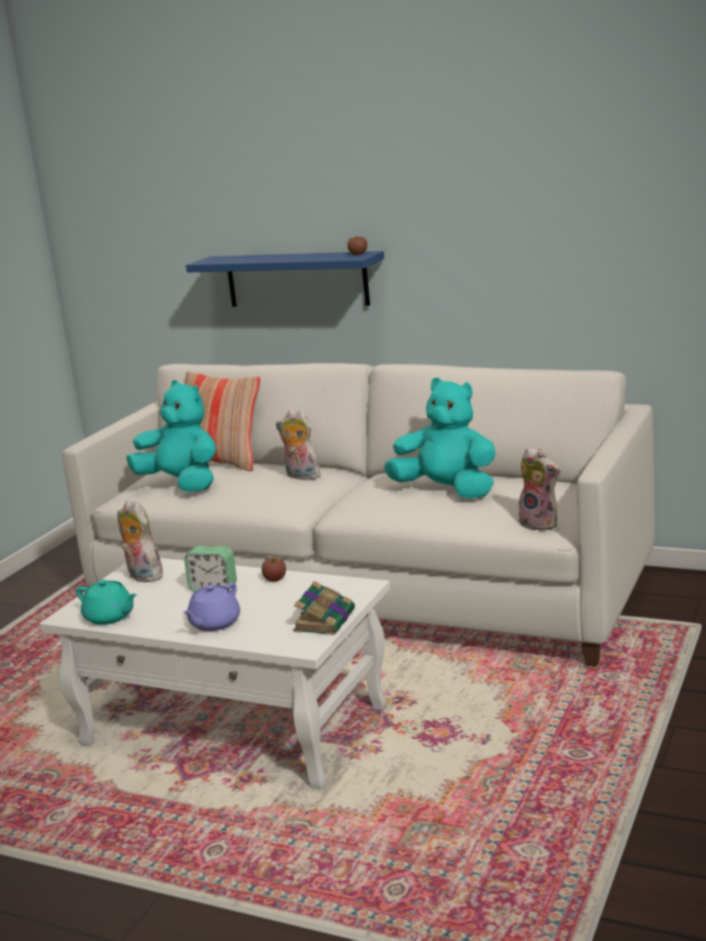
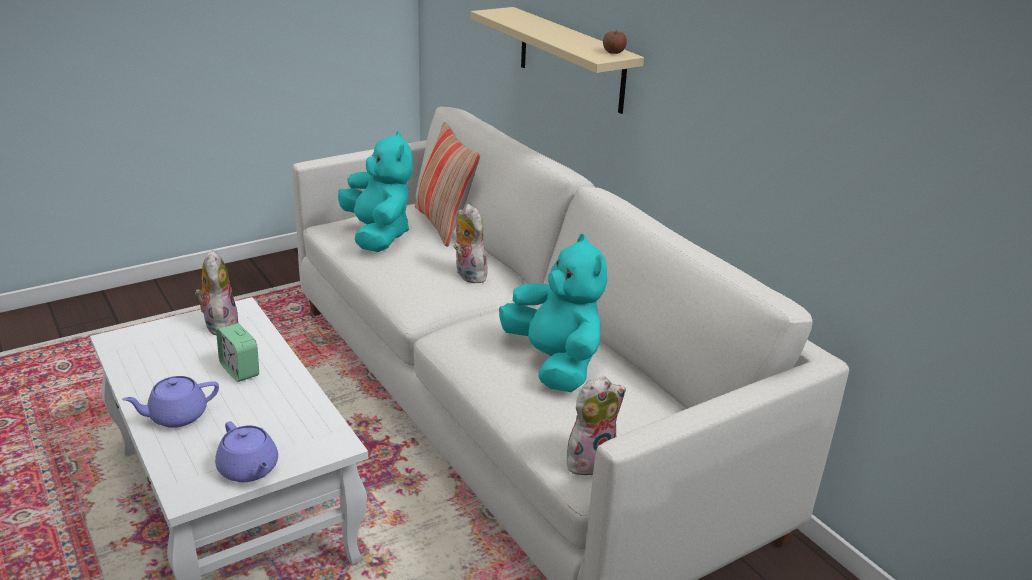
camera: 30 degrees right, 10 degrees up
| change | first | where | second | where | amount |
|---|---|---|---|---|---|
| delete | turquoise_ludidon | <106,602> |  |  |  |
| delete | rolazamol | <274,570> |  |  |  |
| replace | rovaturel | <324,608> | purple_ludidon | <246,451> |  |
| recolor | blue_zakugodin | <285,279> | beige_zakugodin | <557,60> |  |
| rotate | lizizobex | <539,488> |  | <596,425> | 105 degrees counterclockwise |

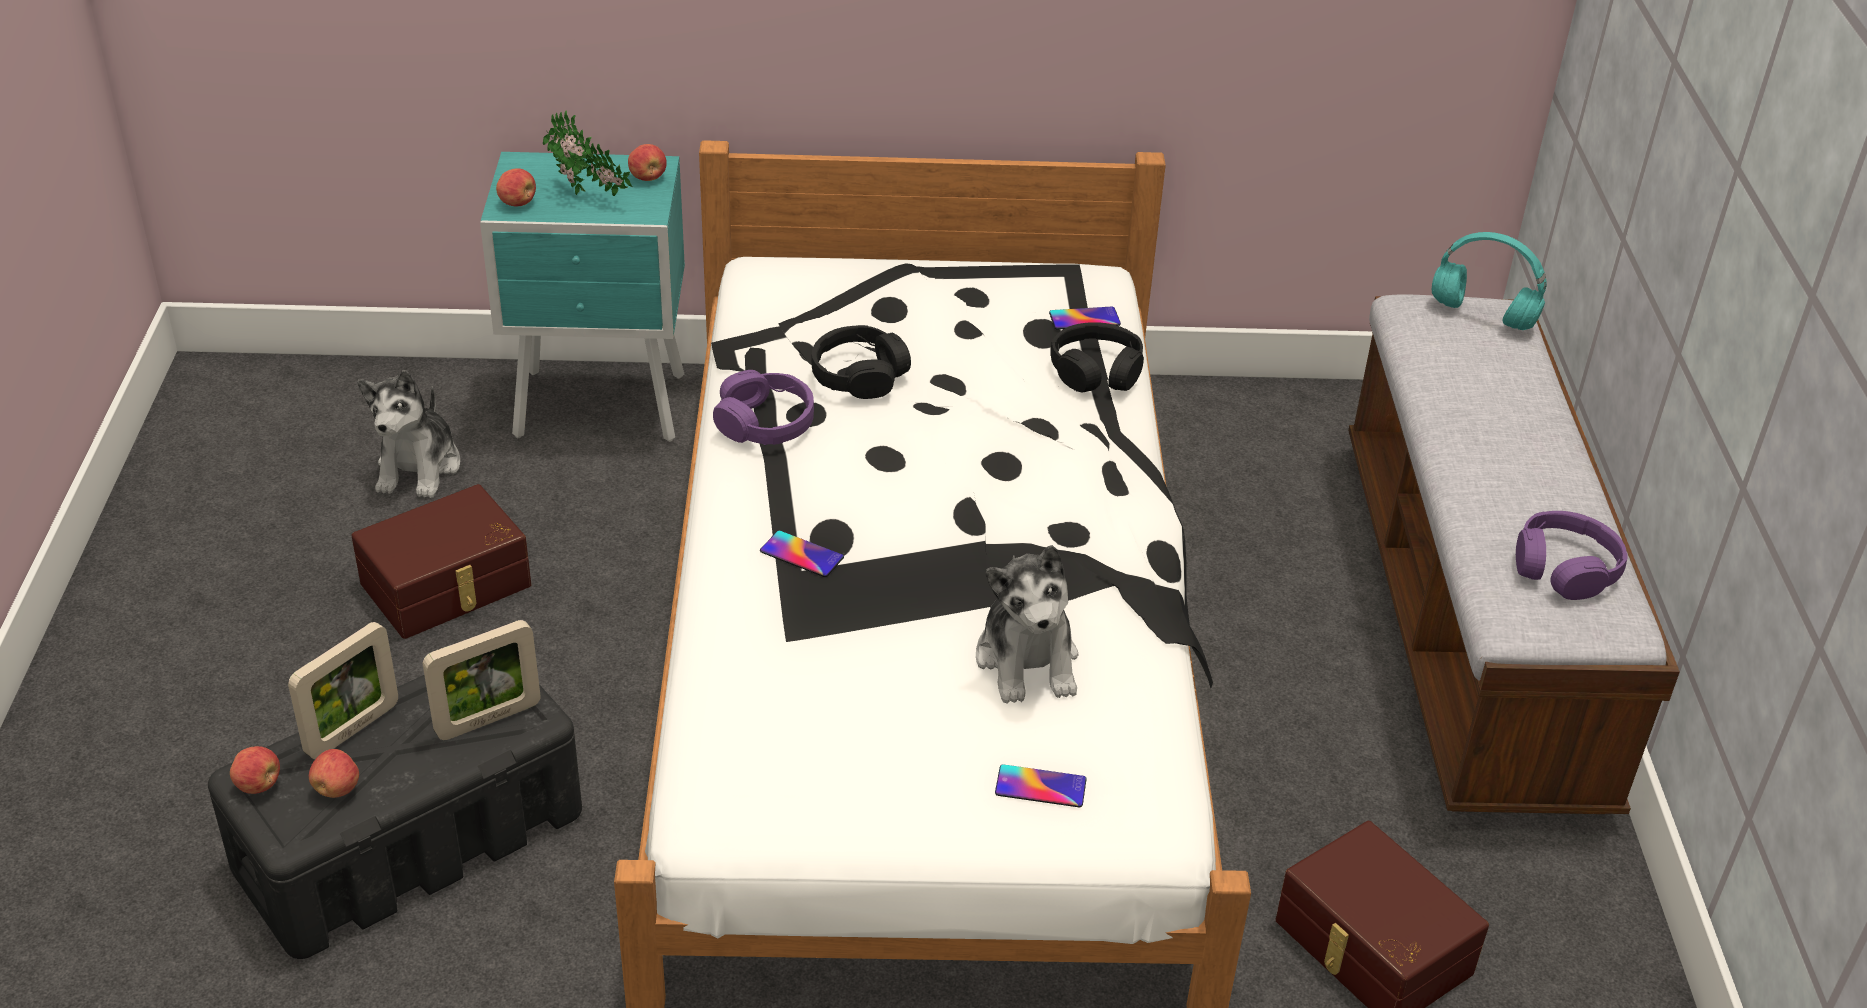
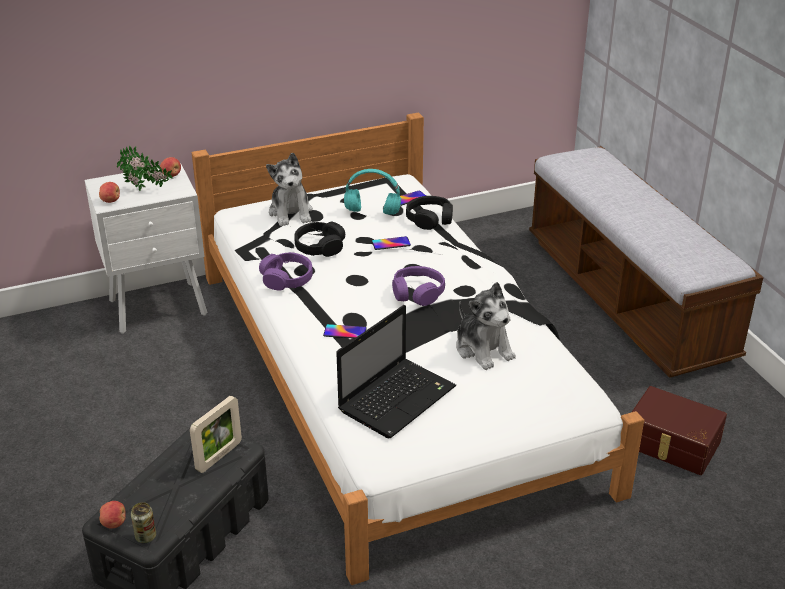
camera: 20 degrees left, 5 degrees down
| change | first | where | second | where | amount |
|---|---|---|---|---|---|
| delete | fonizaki | <343,690> |  |  |  |
| delete | rolazamol | <334,773> |  |  |  |
| delete | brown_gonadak | <441,561> |  |  |  |
| insert |  |  | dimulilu | <143,522> |  |
| insert |  |  | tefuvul | <396,371> |  |
| move | lizizobex | <409,434> |  | <289,189> |  |
| move | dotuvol | <1041,785> |  | <391,243> |  |
| move | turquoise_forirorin | <1489,281> |  | <372,192> |  |
| move | purple_forirorin | <1572,555> |  | <418,286> |  |
| recolor | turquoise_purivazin | <582,297> | white_purivazin | <146,248> |  |

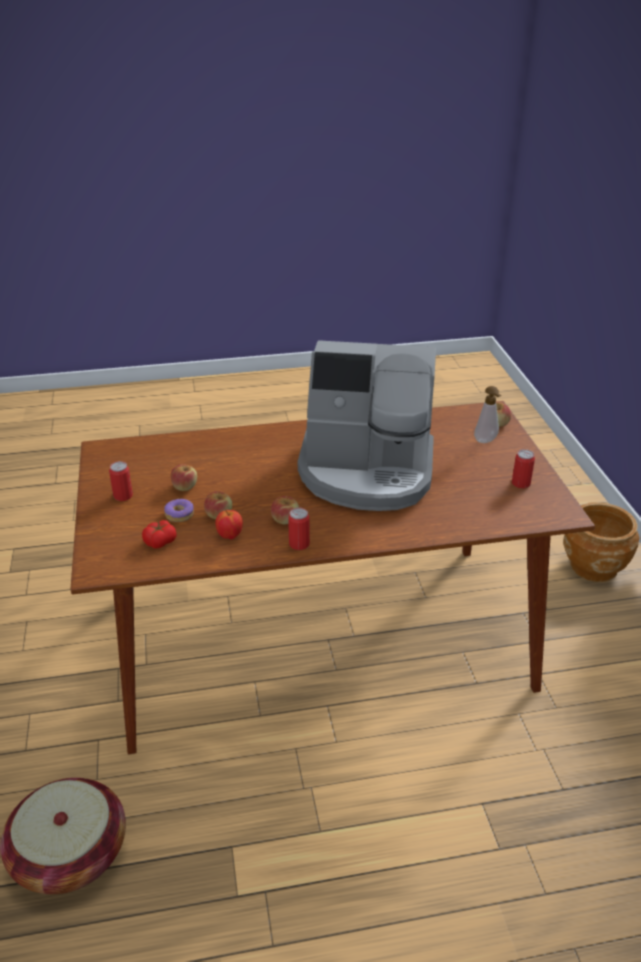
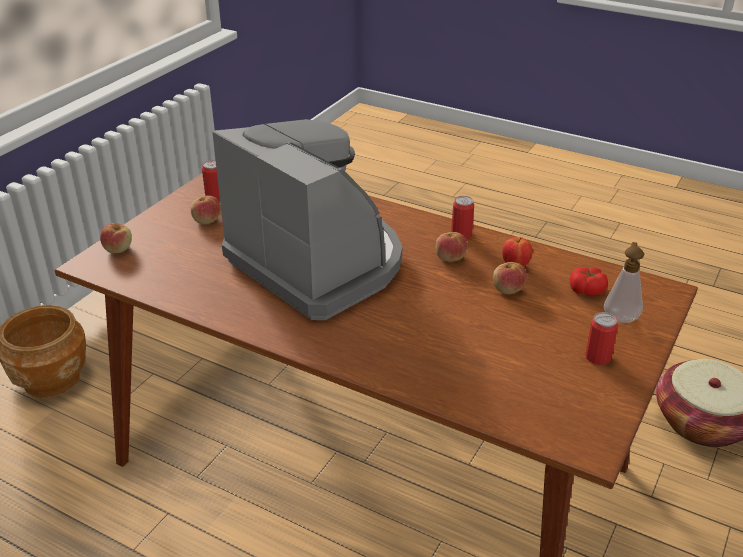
camera: 140 degrees left, 0 degrees up
| change | first | where | second | where | amount |
|---|---|---|---|---|---|
| delete | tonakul | <179,510> |  |  |  |
| move | rolazamol | <184,477> |  | <205,210> |  |
| move | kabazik | <487,414> |  | <624,282> |  |

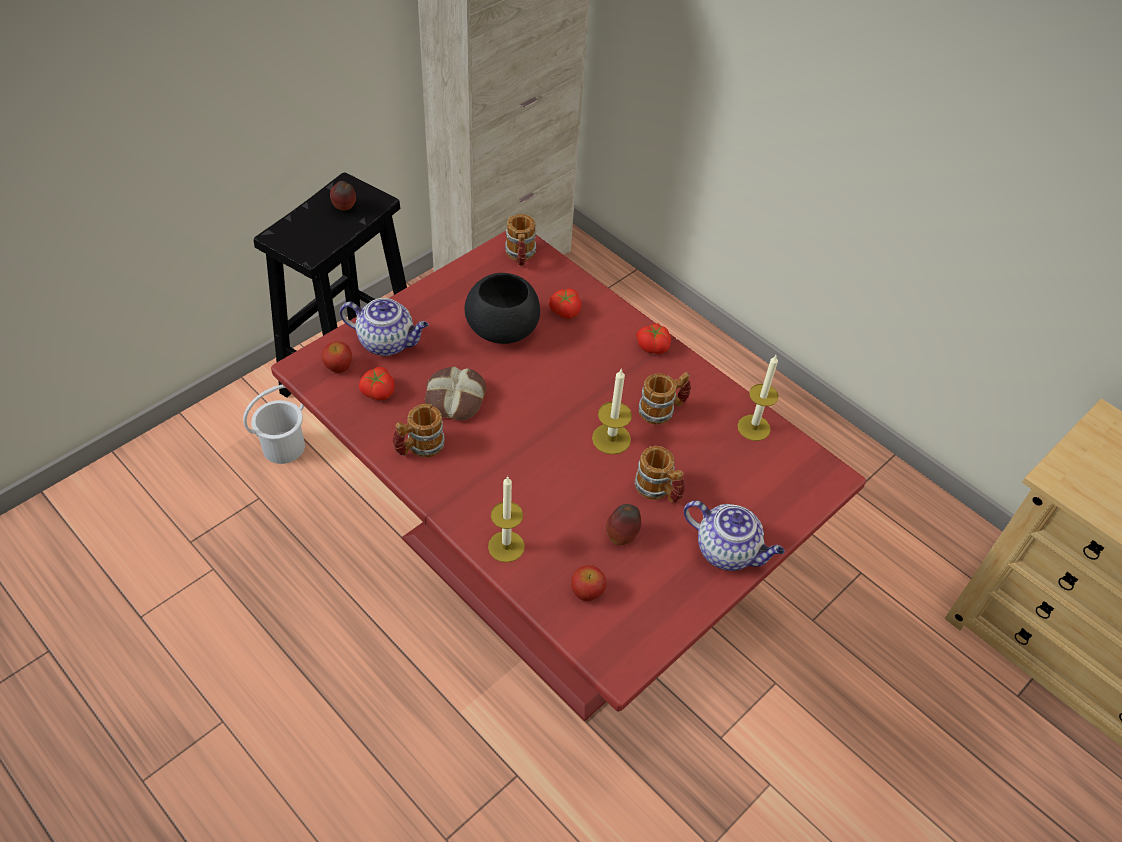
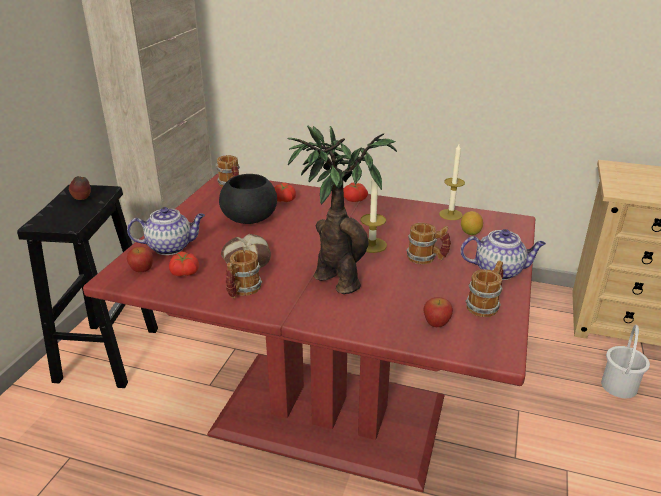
camera: 25 degrees left, 20 degrees down
| change | first | where | second | where | amount |
|---|---|---|---|---|---|
| delete | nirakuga | <506,519> |  |  |  |
| delete | rolazamol | <623,524> |  |  |  |
| insert |  |  | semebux | <342,210> |  |
| insert |  |  | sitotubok | <472,223> |  |
| move | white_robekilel | <274,424> |  | <625,361> |  |
| move | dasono | <665,398> |  | <484,288> |  |

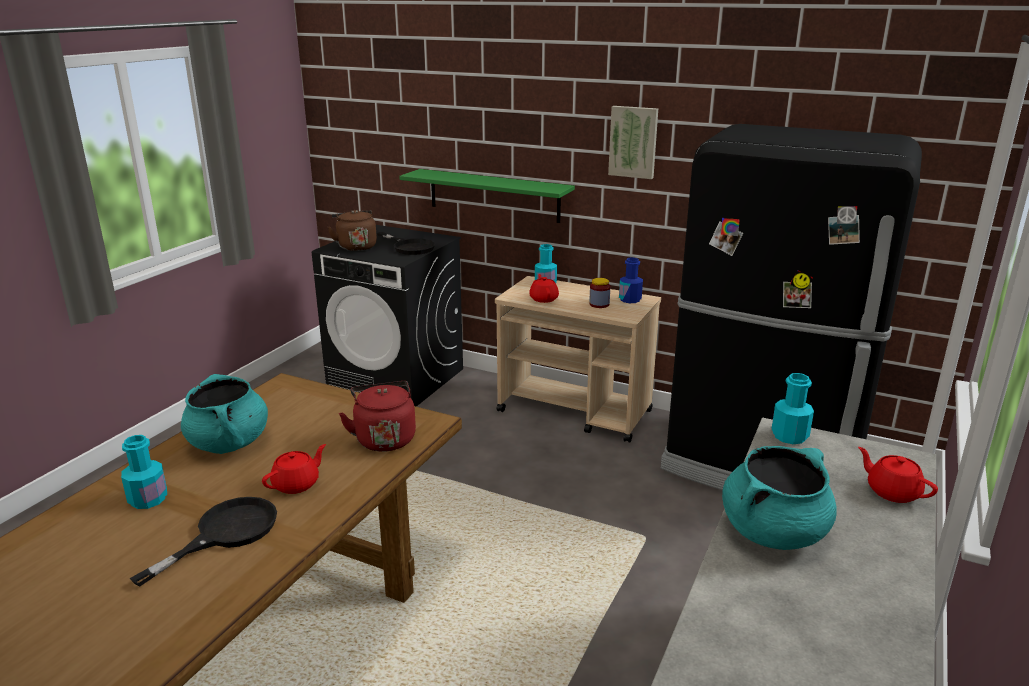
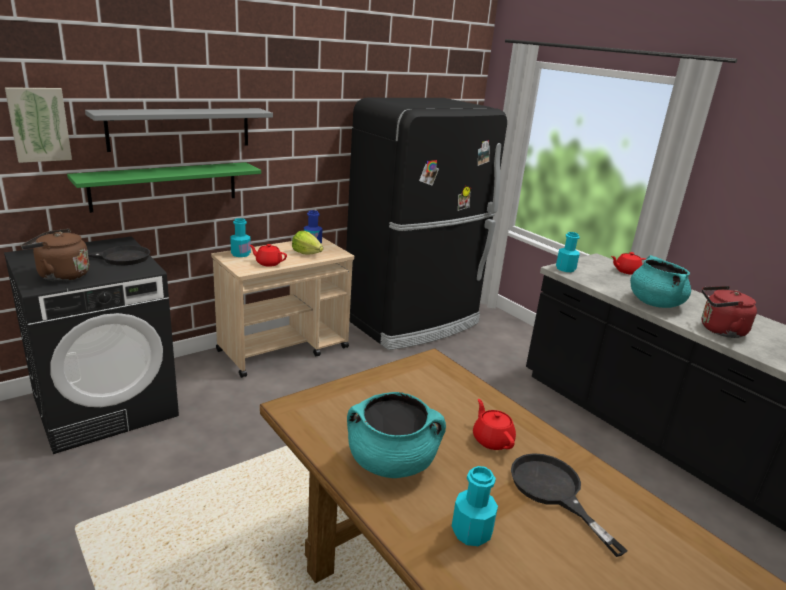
camera: 65 degrees left, 0 degrees up
| change | first | where | second | where | amount |
|---|---|---|---|---|---|
| insert |  |  | grey_zakugodin | <179,130> |  |
| move | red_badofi | <377,416> |  | <729,312> |  |
| move | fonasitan | <633,142> |  | <38,125> |  |
| replace | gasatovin | <599,293> | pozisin | <307,243> |  |

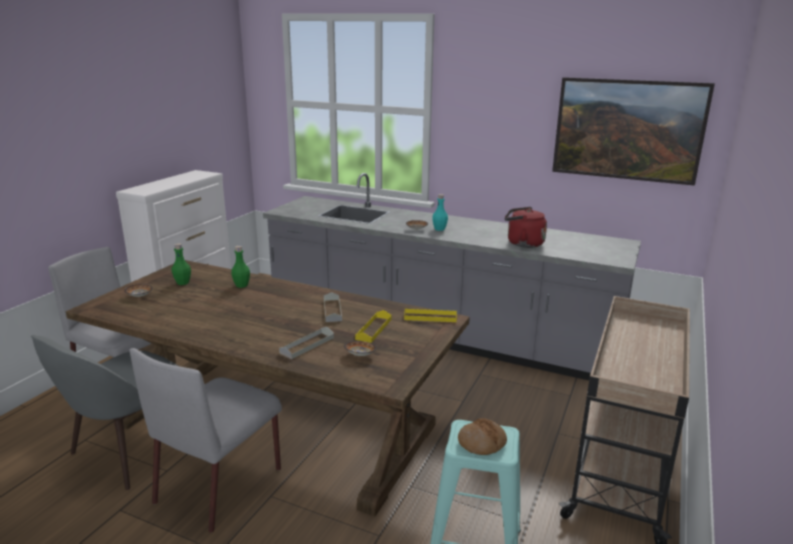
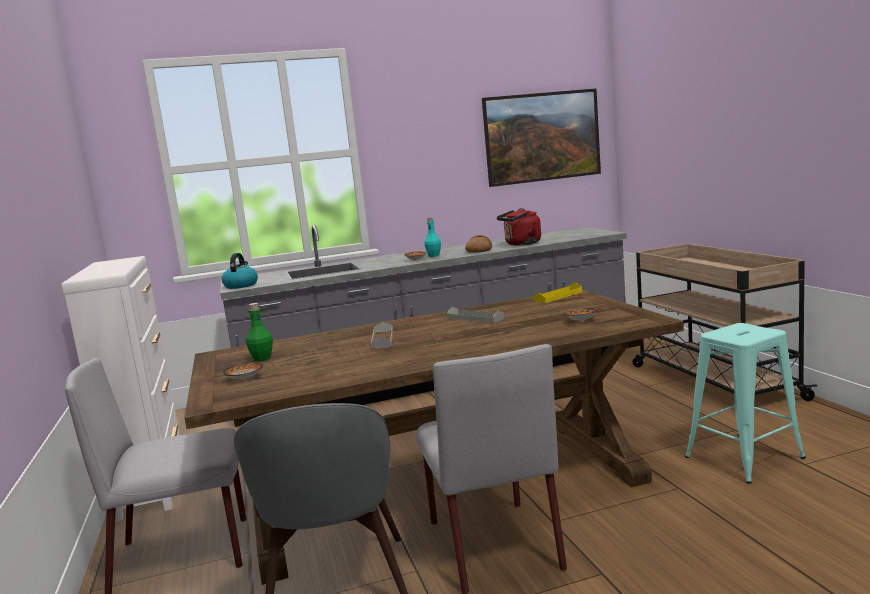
camera: 40 degrees left, 10 degrees down
| change | first | where | second | where | amount |
|---|---|---|---|---|---|
| delete | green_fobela | <240,267> |  |  |  |
| delete | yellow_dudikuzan | <373,326> |  |  |  |
| insert |  |  | badofi | <240,271> |  |
| move | grey_dudikuzan | <306,343> |  | <382,335> |  |
| move | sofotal | <482,436> |  | <478,244> |  |

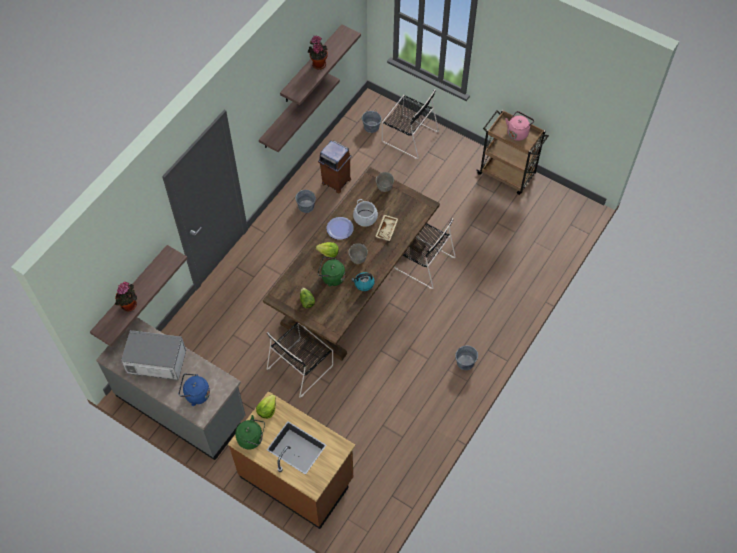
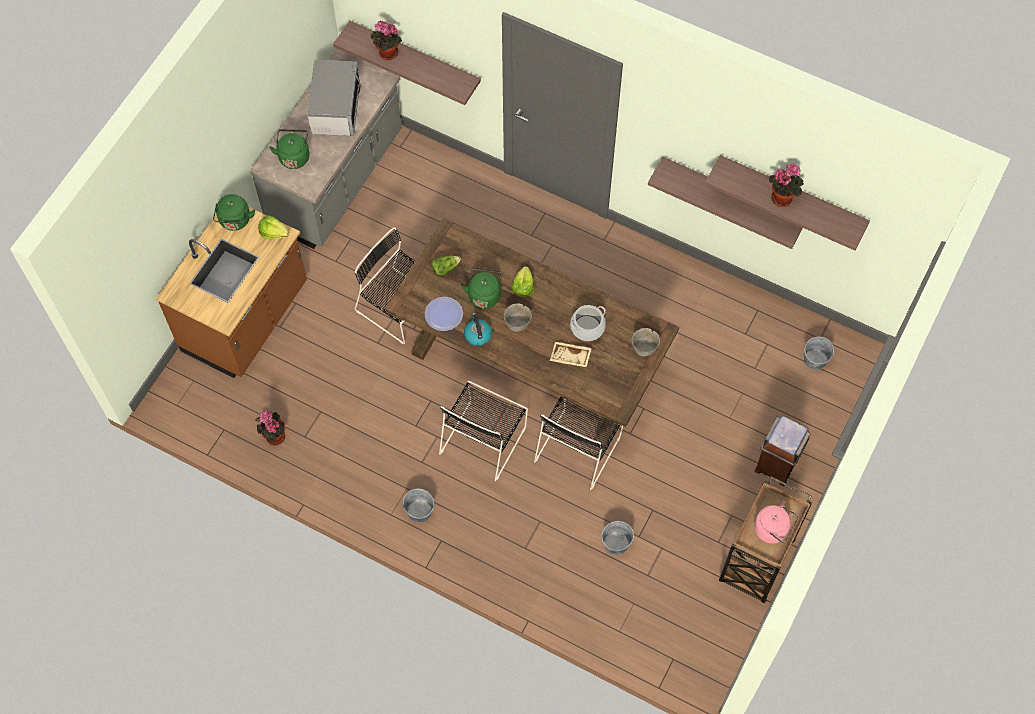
camera: 85 degrees right, 5 degrees up
| change | first | where | second | where | amount |
|---|---|---|---|---|---|
| insert |  |  | semebux | <270,428> |  |
| move | grey_robekilel | <305,201> |  | <617,538> |  |
| move | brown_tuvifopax | <335,167> |  | <782,450> |  |
| move | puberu | <340,228> |  | <444,314> |  |
| move | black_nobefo | <410,124> |  | <483,431> |  |
| recolor | blue_badofi | <194,390> | green_badofi | <289,149> |  |

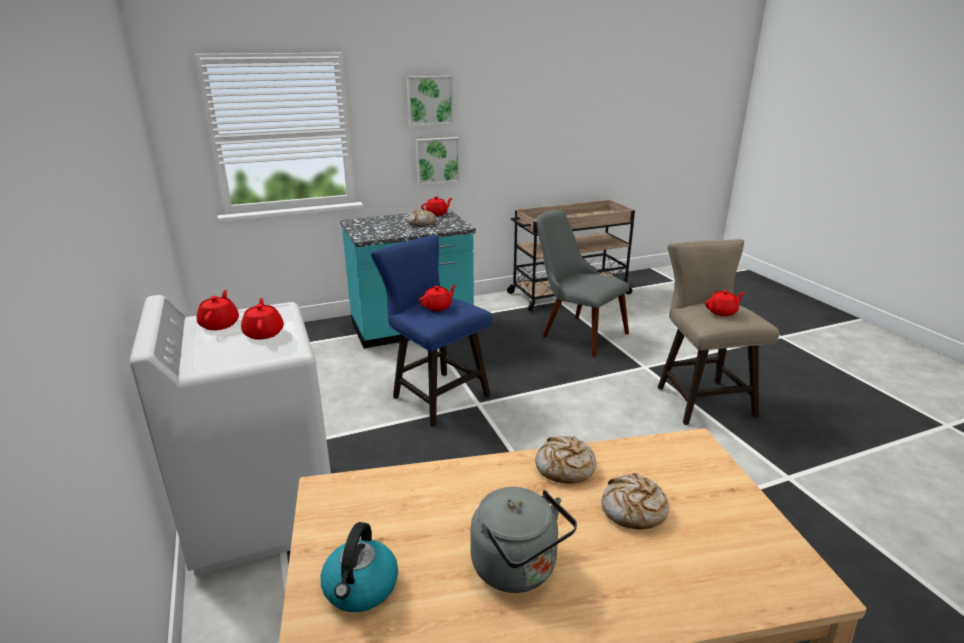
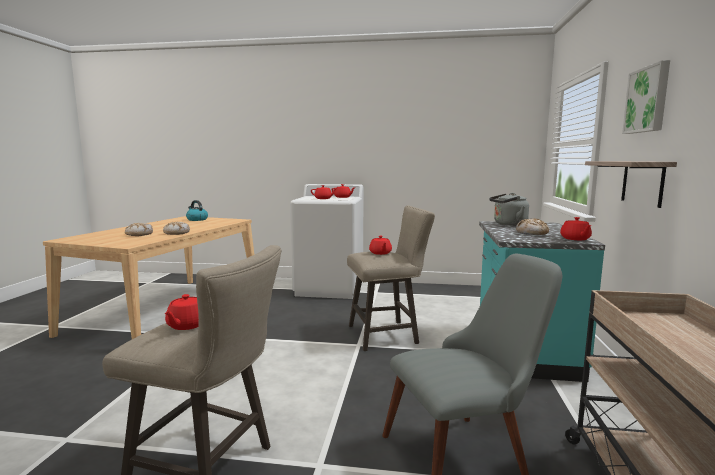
camera: 120 degrees right, 15 degrees down
| change | first | where | second | where | amount |
|---|---|---|---|---|---|
| move | grey_badofi | <523,540> |  | <509,209> |  |
| replace | fonasitan | <438,161> | zakugodin | <631,184> |  |
| recolor | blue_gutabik | <431,331> | beige_gutabik | <391,278> |  |

